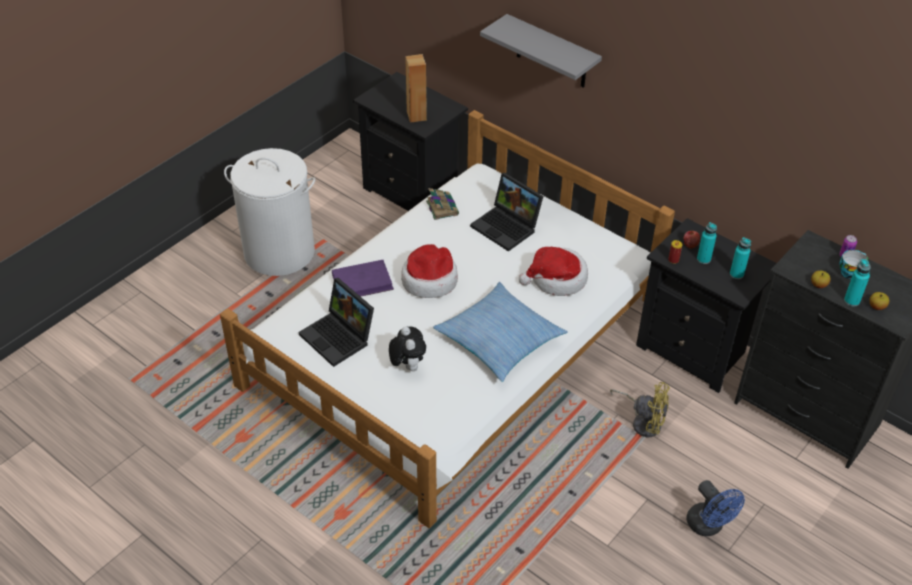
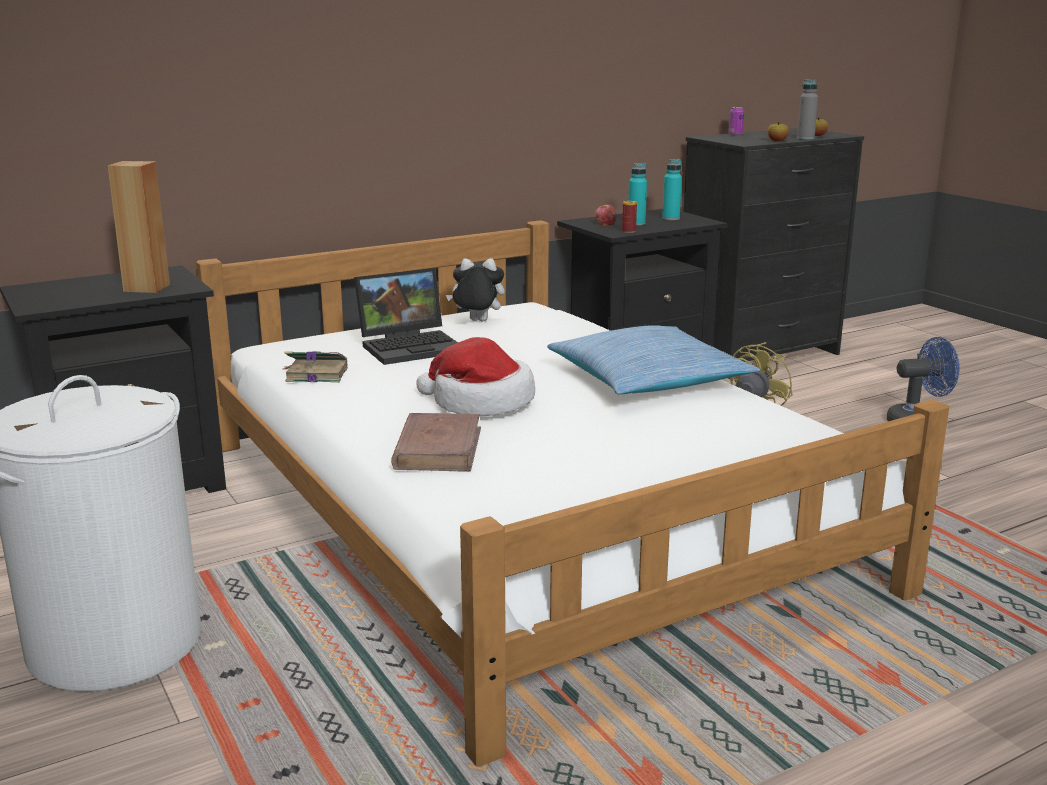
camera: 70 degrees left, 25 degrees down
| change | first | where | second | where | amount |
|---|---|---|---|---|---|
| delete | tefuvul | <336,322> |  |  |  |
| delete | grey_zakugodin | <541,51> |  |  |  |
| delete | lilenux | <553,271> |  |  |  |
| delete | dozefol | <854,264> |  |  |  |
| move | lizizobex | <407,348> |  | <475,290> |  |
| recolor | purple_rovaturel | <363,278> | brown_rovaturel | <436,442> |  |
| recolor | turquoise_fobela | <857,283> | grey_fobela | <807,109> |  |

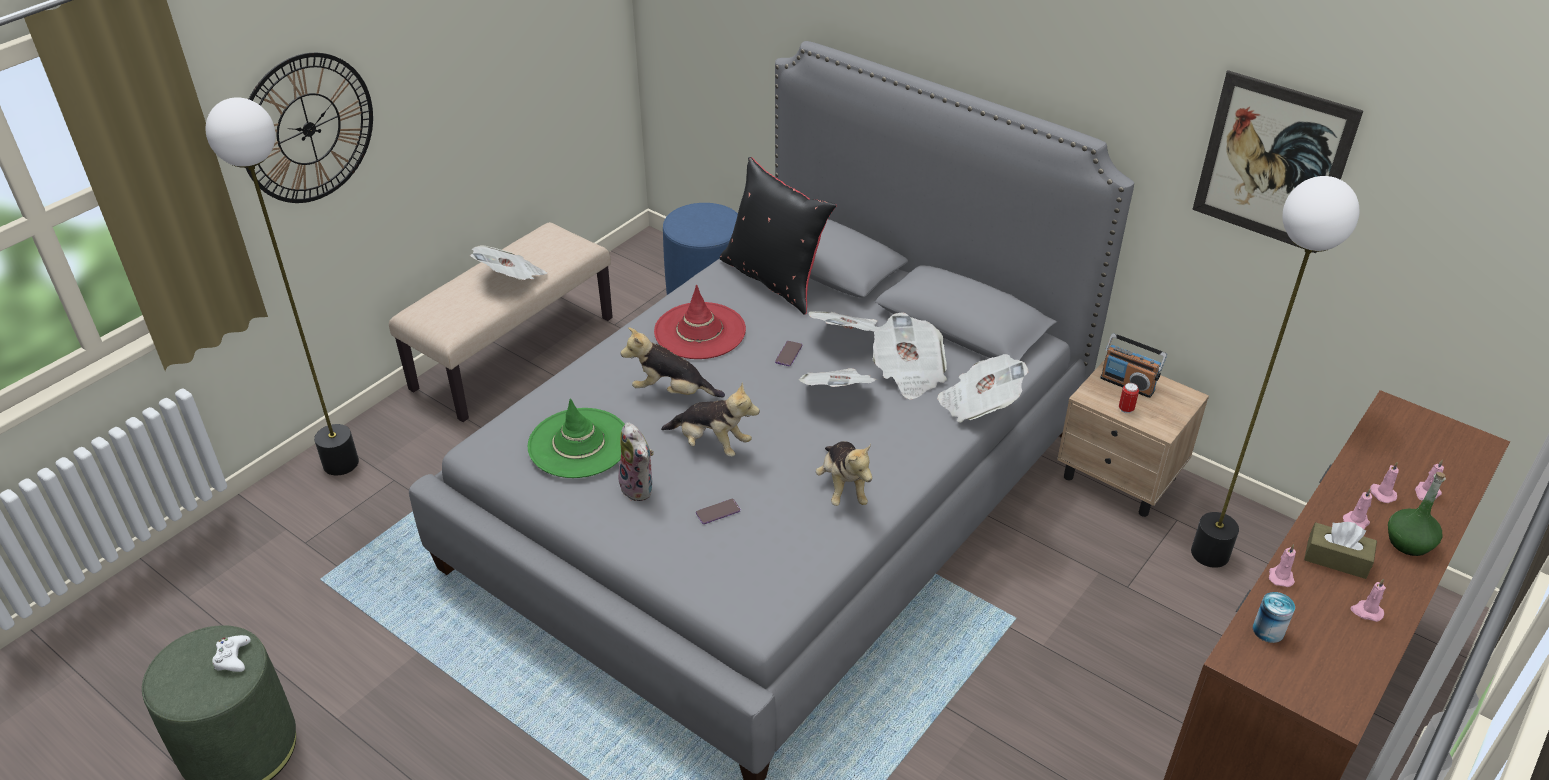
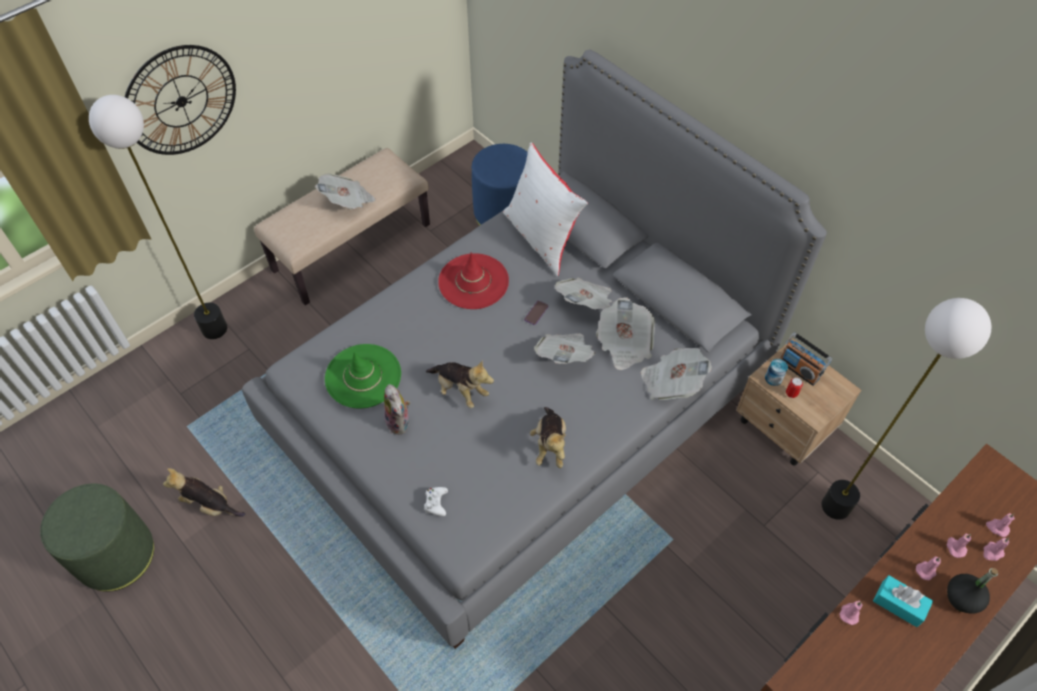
camera: 10 degrees right, 15 degrees up
| change | first | where | second | where | amount |
|---|---|---|---|---|---|
| delete | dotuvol | <718,511> |  |  |  |
| delete | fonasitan | <1277,161> |  |  |  |
| move | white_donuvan | <232,653> |  | <436,501> |  |
| move | lizizobex | <673,362> |  | <204,492> |  |
| move | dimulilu | <1274,617> |  | <776,372> |  |
| move | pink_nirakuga | <1368,600> |  | <1000,525> |  |
| recolor | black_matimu | <778,236> | white_matimu | <545,209> |  |
| recolor | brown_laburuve | <1340,550> | turquoise_laburuve | <903,601> |  |
| recolor | green_fobela | <1417,514> | black_fobela | <972,590> |  |

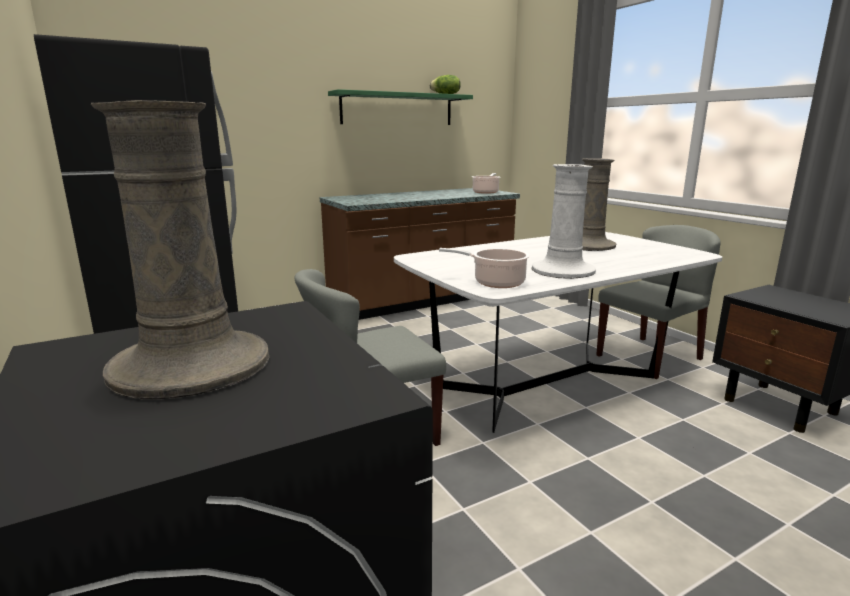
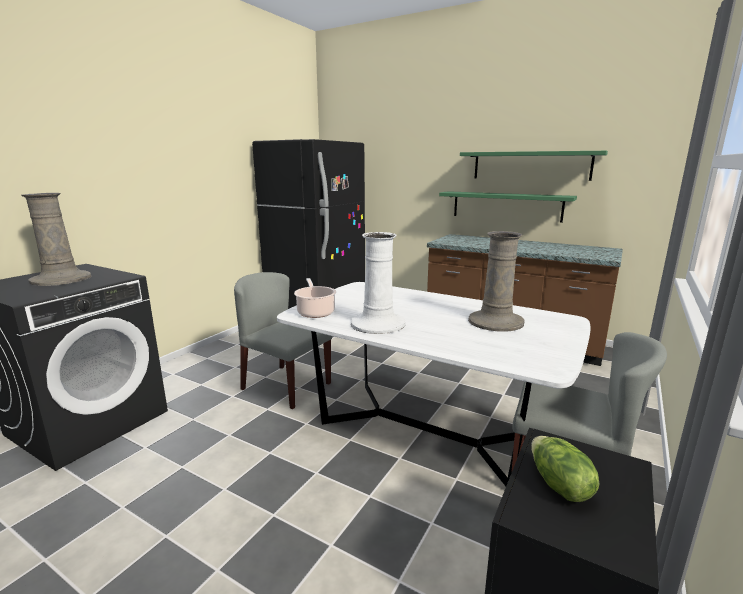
camera: 60 degrees right, 0 degrees up
| change | first | where | second | where | amount |
|---|---|---|---|---|---|
| delete | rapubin | <486,183> |  |  |  |
| insert |  |  | green_zakugodin | <508,207> |  |
| move | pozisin | <445,84> |  | <565,469> |  |

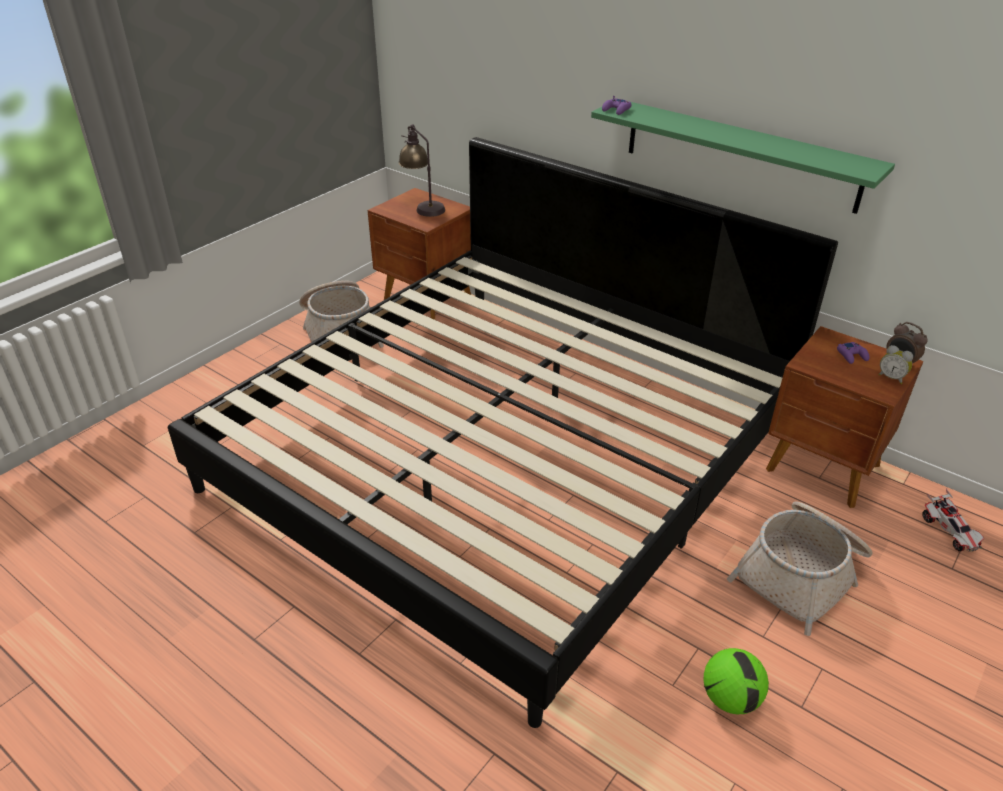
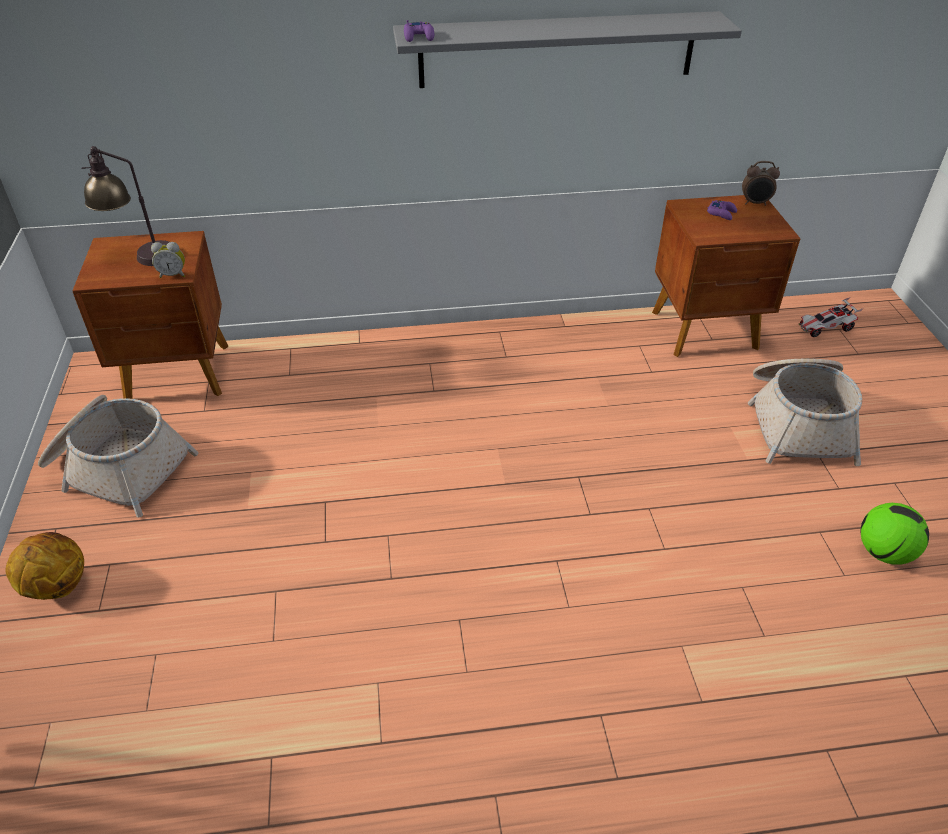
camera: 45 degrees left, 5 degrees up
| change | first | where | second | where | amount |
|---|---|---|---|---|---|
| delete | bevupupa | <503,432> |  |  |  |
| insert |  |  | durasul | <44,566> |  |
| move | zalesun | <895,364> |  | <168,260> |  |
| recolor | green_zakugodin | <743,157> | grey_zakugodin | <567,49> |  |
| rotate | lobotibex | <953,520> |  | <831,317> | 135 degrees clockwise |

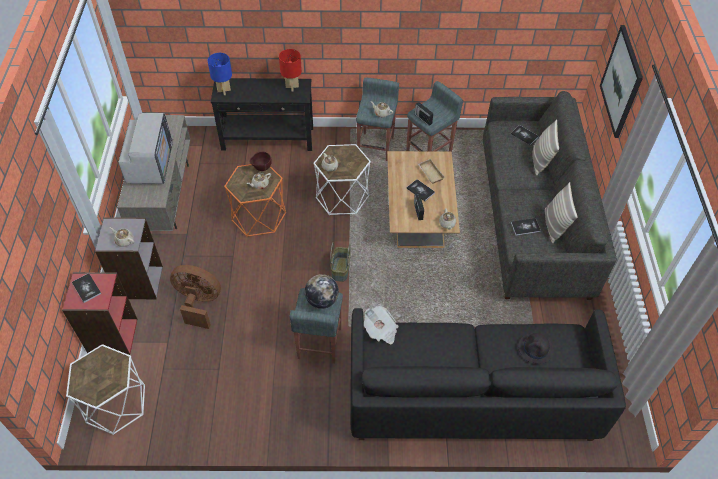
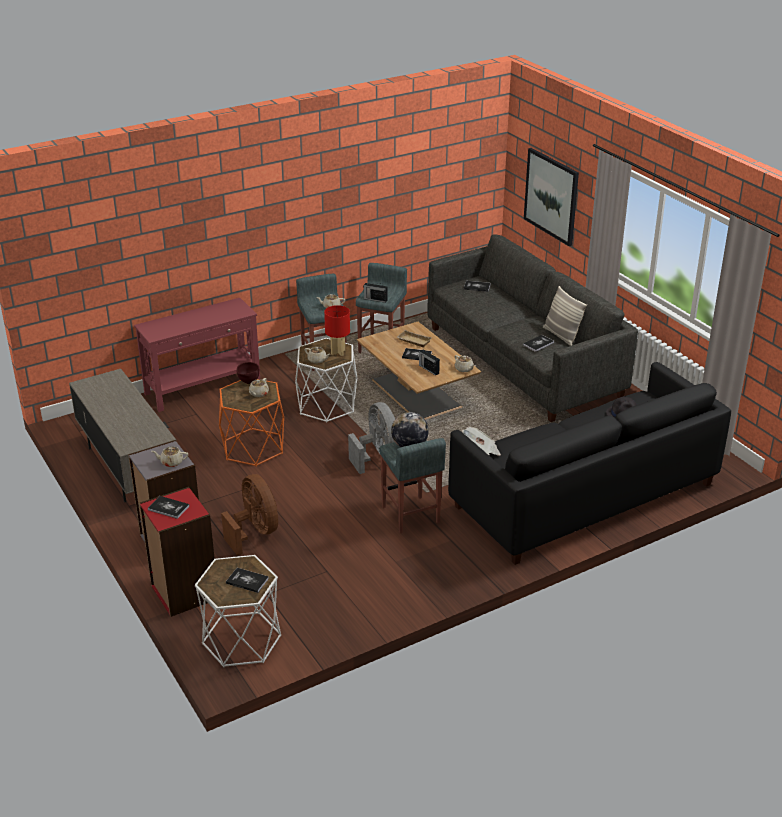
camera: 30 degrees left, 20 degrees down
| change | first | where | second | where | amount |
|---|---|---|---|---|---|
| delete | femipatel | <145,148> |  |  |  |
| delete | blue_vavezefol | <219,74> |  |  |  |
| delete | matimu | <545,147> |  |  |  |
| insert |  |  | rovaturel | <247,580> |  |
| move | red_vavezefol | <290,70> |  | <337,330> |  |
| replace | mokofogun | <340,262> | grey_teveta | <371,438> |  |
| recolor | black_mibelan | <262,114> | red_mibelan | <197,355> |  |
| rotate | brown_teveta | <195,297> |  | <249,515> | 75 degrees clockwise |

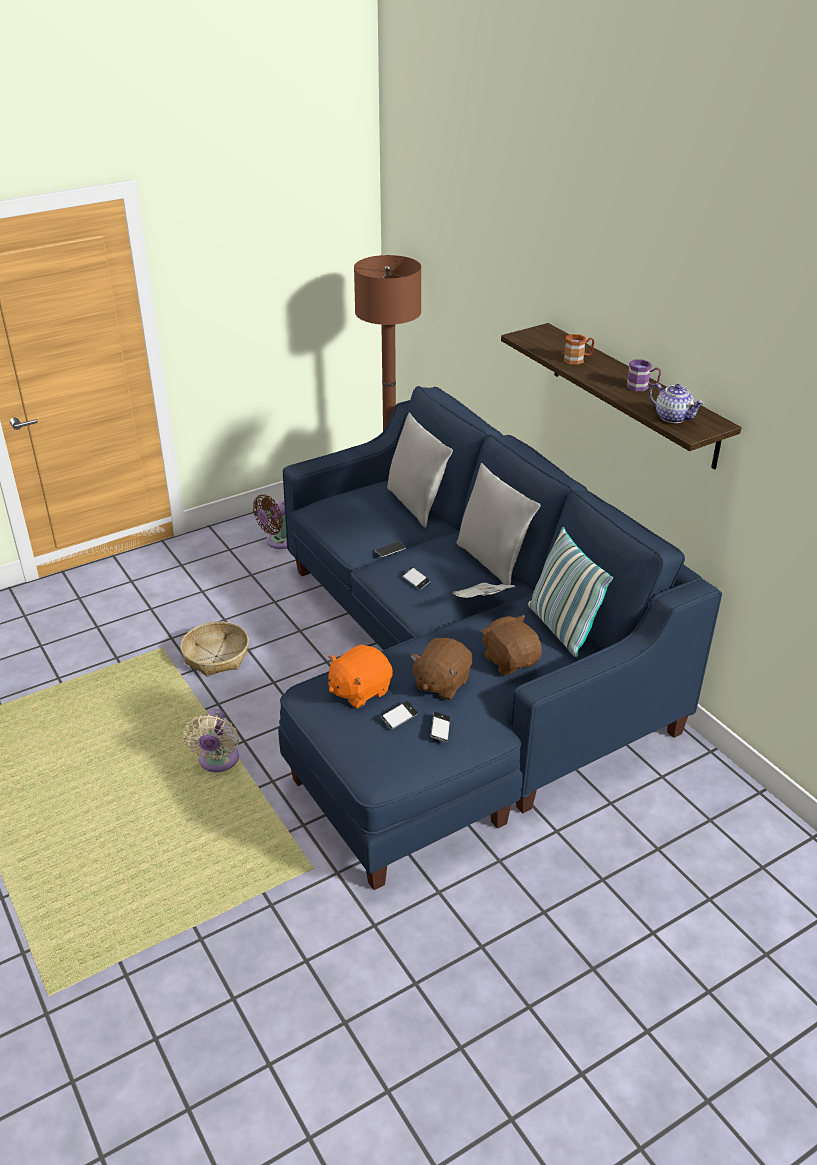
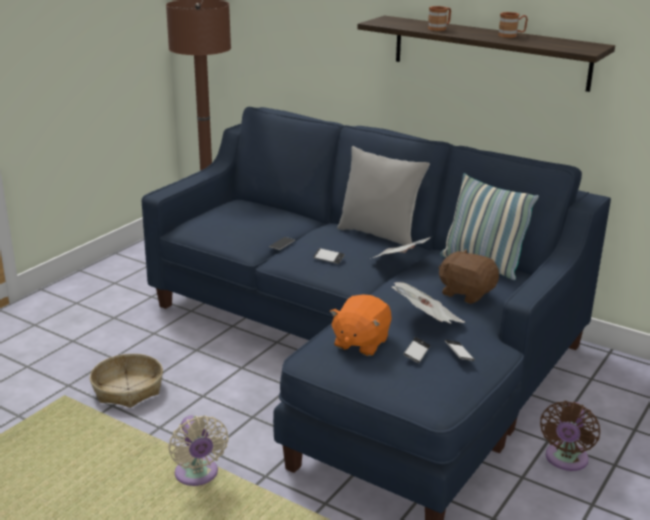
camera: 25 degrees left, 10 degrees down
| change | first | where | second | where | amount |
|---|---|---|---|---|---|
| delete | grey_matimu | <420,470> |  |  |  |
| delete | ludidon | <676,403> |  |  |  |
| move | brown_teveta | <270,522> |  | <570,436> |  |
| replace | brown_lizizobex | <441,669> | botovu | <428,302> |  |
| recolor | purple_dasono | <643,375> | brown_dasono | <513,25> |  |

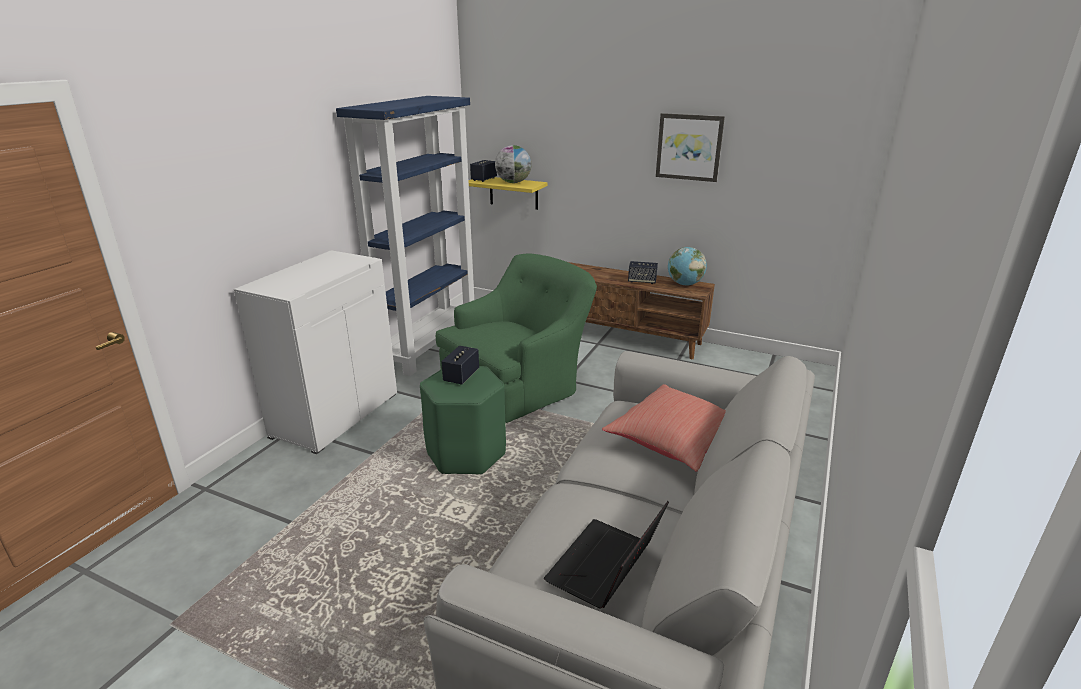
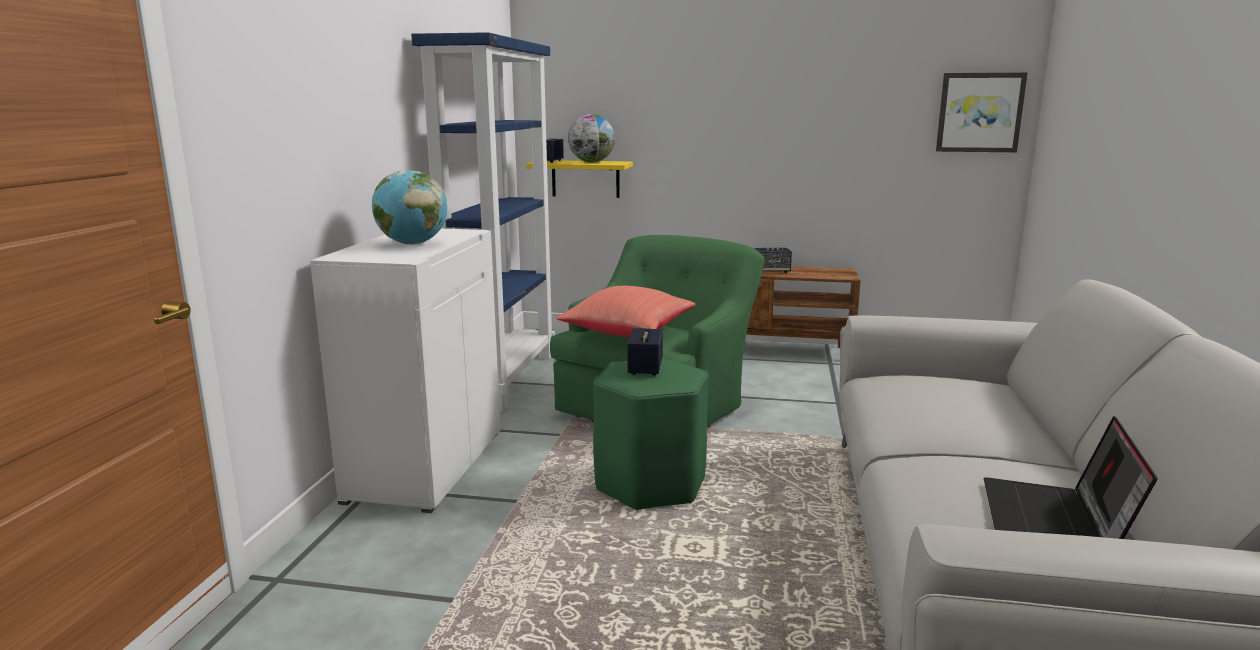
camera: 15 degrees left, 10 degrees down
| change | first | where | second | where | amount |
|---|---|---|---|---|---|
| move | red_matimu | <664,427> |  | <626,311> |  |
| move | fonasitan | <690,147> |  | <982,112> |  |
| move | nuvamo | <687,266> |  | <409,207> |  |

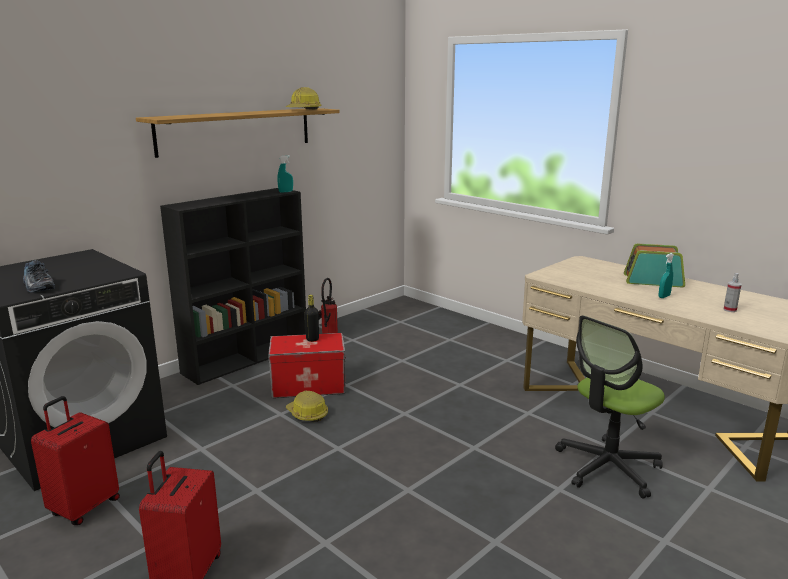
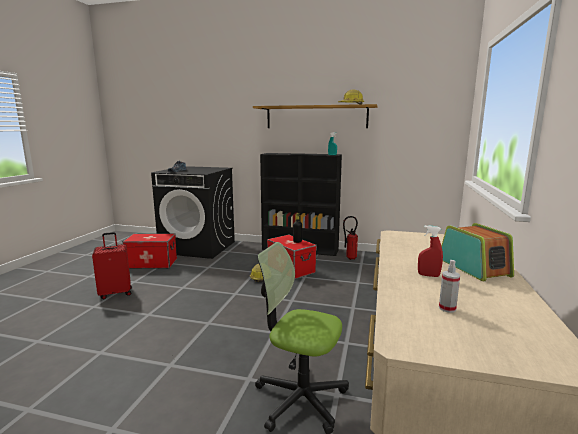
camera: 60 degrees right, 5 degrees down
| change | first | where | second | where | amount |
|---|---|---|---|---|---|
| replace | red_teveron | <75,460> | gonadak | <150,251> |  |
| recolor | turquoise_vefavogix | <666,275> | red_vefavogix | <430,251> |  |

